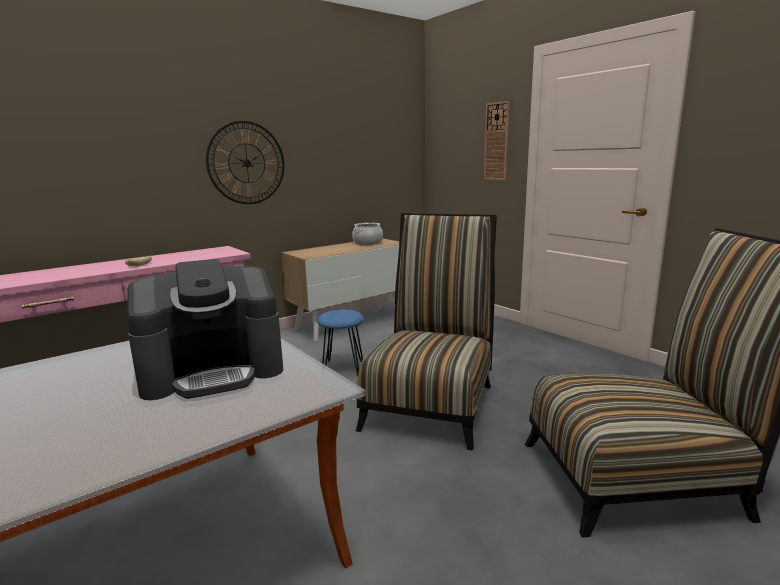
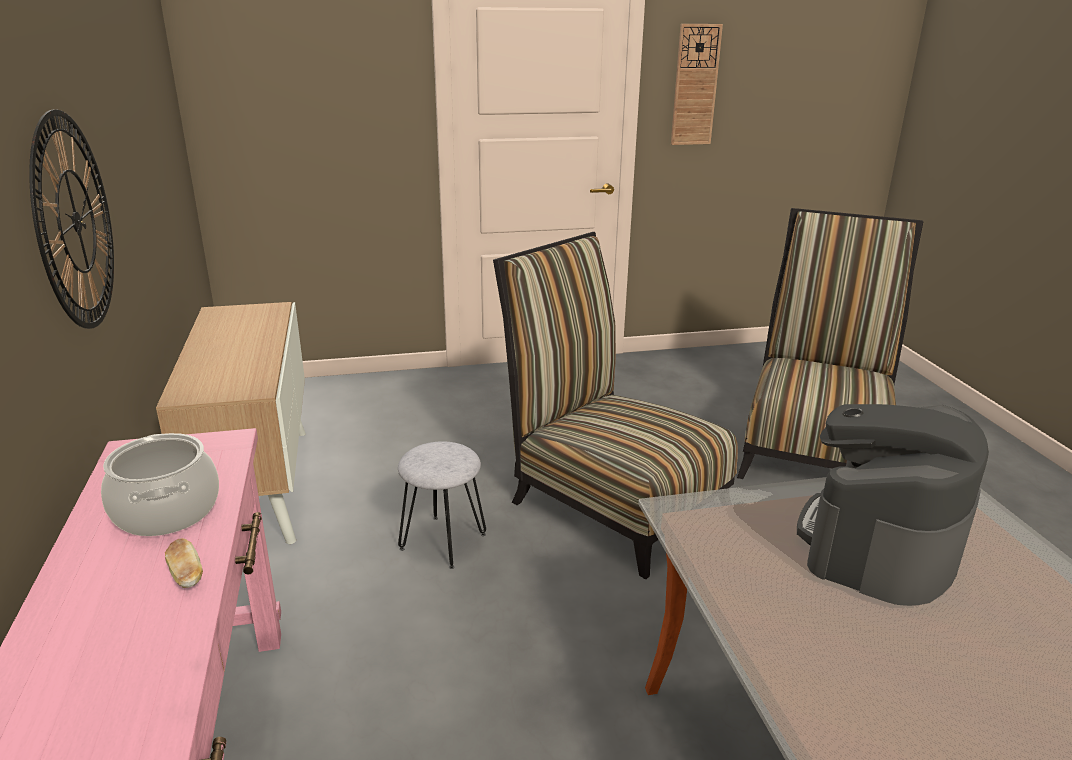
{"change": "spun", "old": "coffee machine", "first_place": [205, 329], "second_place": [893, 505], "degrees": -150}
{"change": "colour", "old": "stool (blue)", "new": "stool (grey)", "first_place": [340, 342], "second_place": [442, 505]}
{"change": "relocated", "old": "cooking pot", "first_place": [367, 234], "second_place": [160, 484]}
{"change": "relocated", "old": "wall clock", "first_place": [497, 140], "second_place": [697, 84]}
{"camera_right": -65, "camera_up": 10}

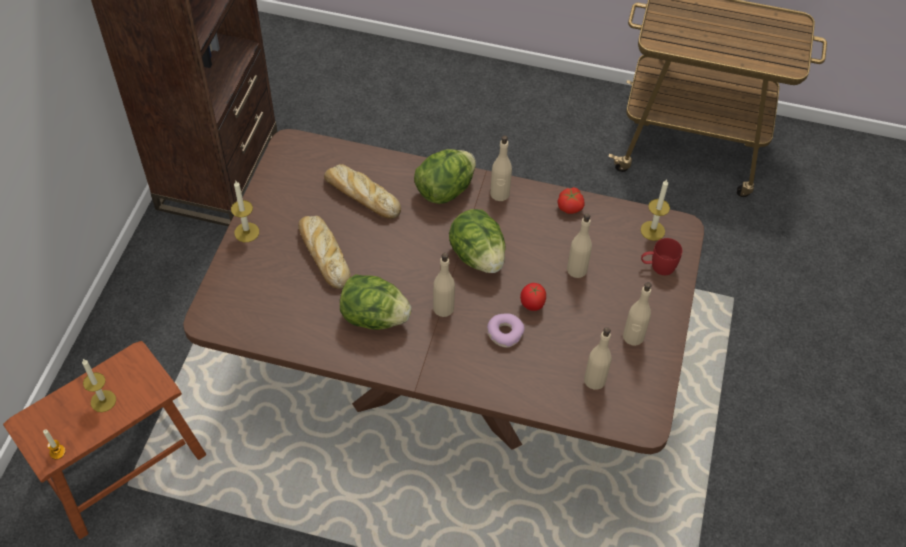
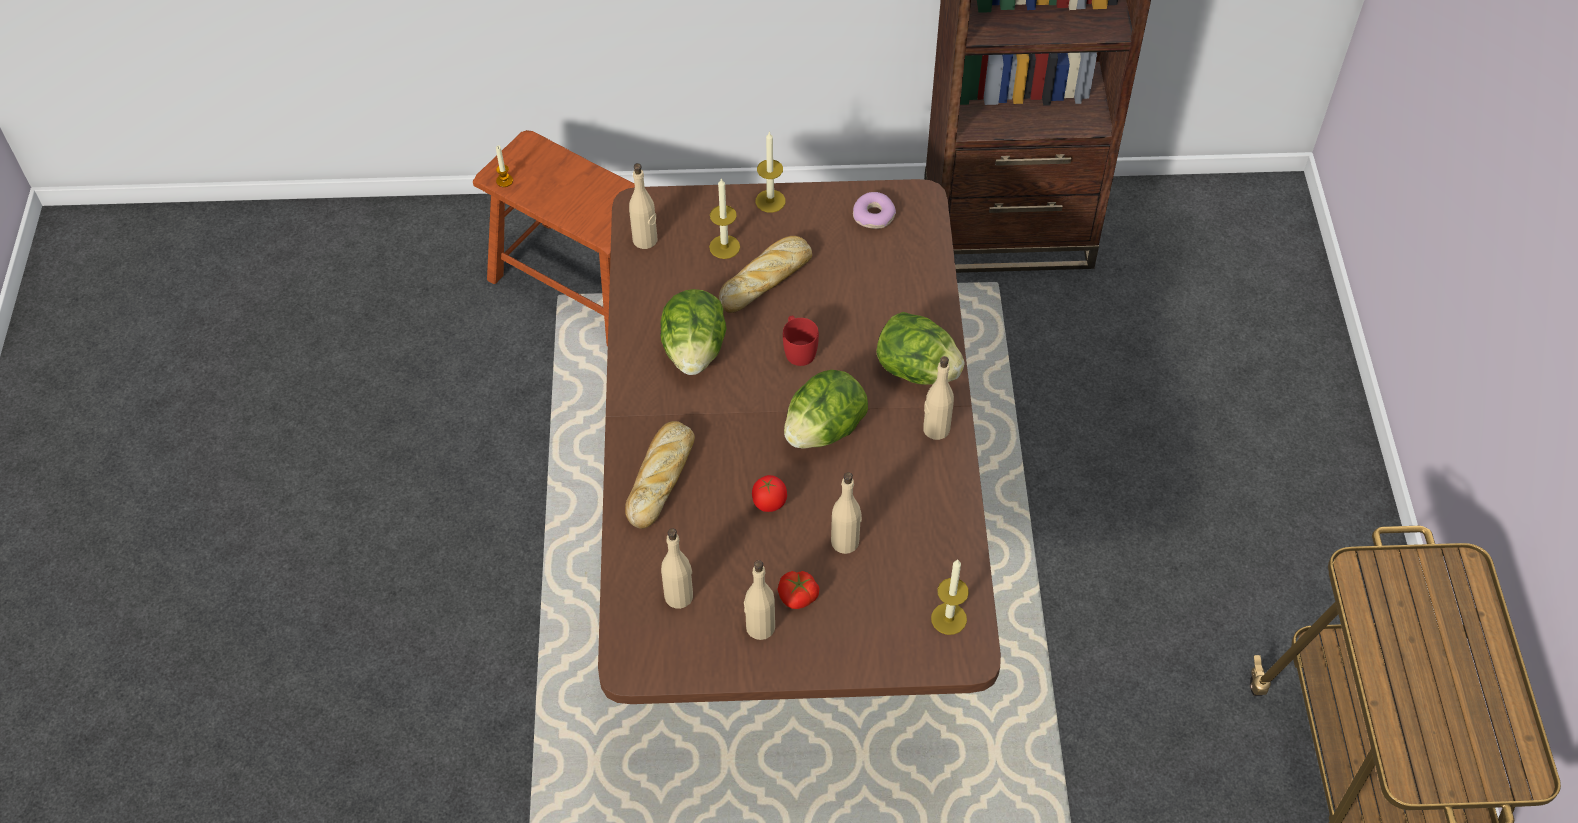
{"change": "relocated", "old": "candle", "first_place": [99, 385], "second_place": [724, 218]}
{"change": "relocated", "old": "bread", "first_place": [362, 191], "second_place": [660, 475]}
{"change": "relocated", "old": "bottle (beige)", "first_place": [444, 285], "second_place": [643, 206]}
{"change": "relocated", "old": "donut", "first_place": [506, 330], "second_place": [874, 210]}
{"change": "relocated", "old": "tomato", "first_place": [571, 200], "second_place": [798, 590]}
{"change": "relocated", "old": "mug (red)", "first_place": [661, 256], "second_place": [801, 341]}
{"camera_right": 75, "camera_up": 0}

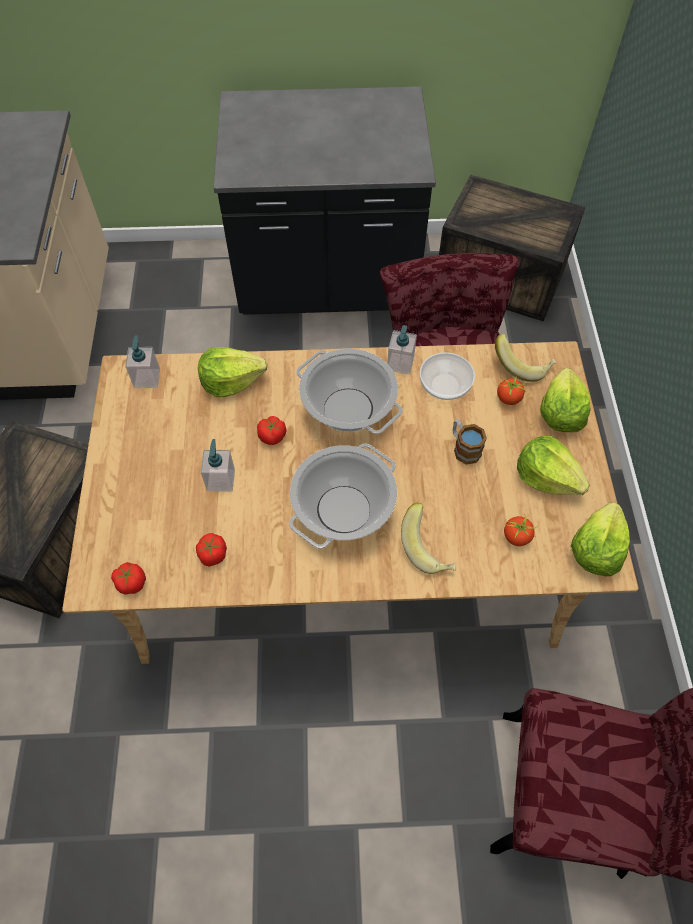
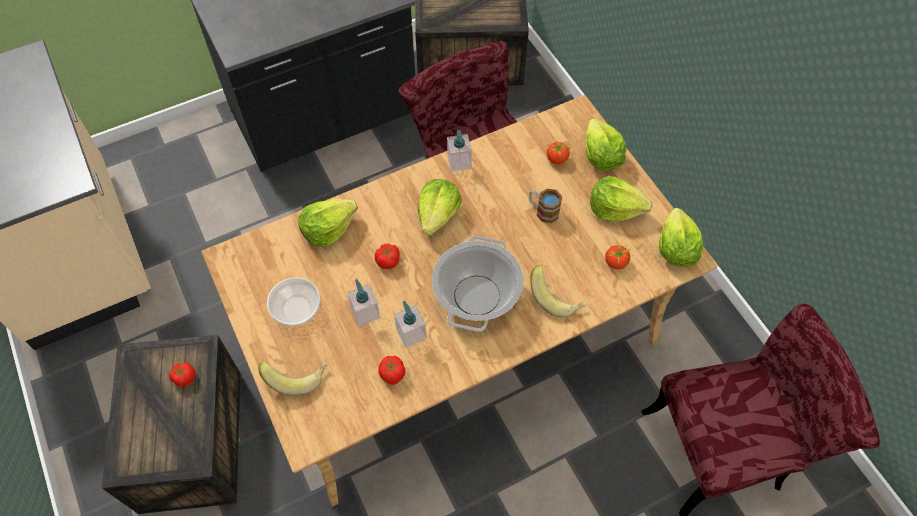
{"change": "relocated", "old": "tomato", "first_place": [128, 578], "second_place": [182, 375]}
{"change": "relocated", "old": "soap dispenser", "first_place": [142, 361], "second_place": [410, 324]}
{"change": "exchanged", "old": "cooking pot", "new": "lettuce", "first_place": [349, 391], "second_place": [440, 207]}
{"change": "relocated", "old": "bowl", "first_place": [447, 376], "second_place": [293, 301]}
{"change": "relocated", "old": "banana", "first_place": [526, 358], "second_place": [292, 378]}
{"camera_right": -25, "camera_up": 0}

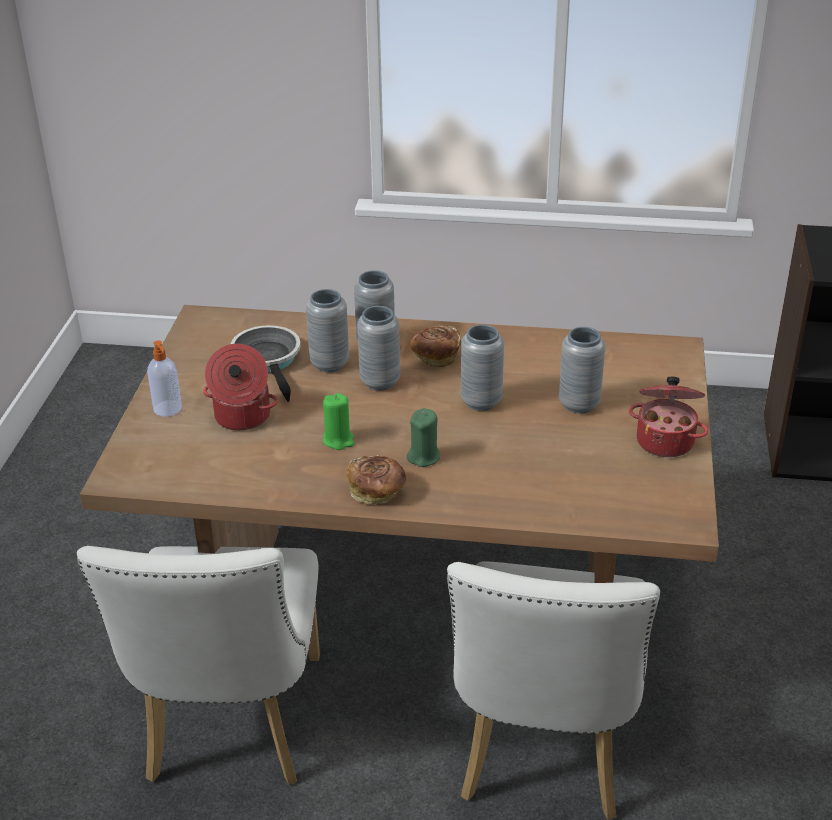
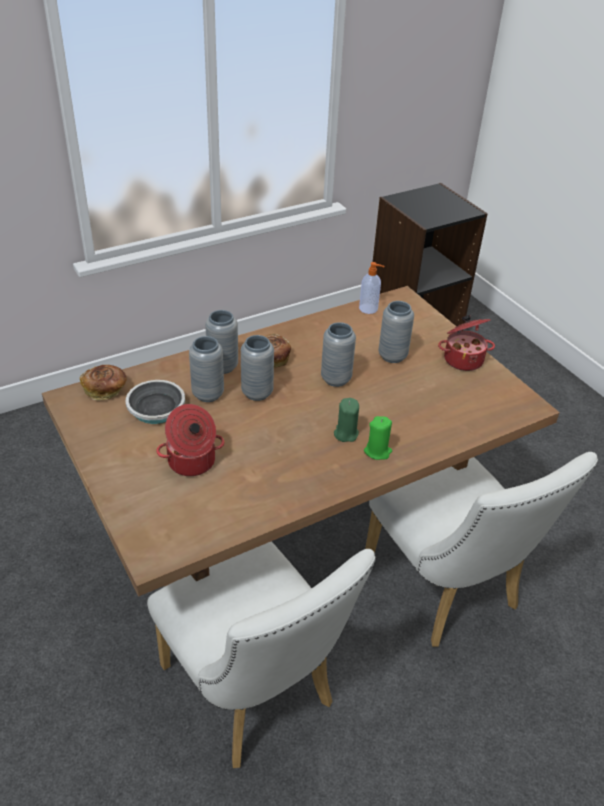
{"change": "relocated", "old": "soap dispenser", "first_place": [164, 378], "second_place": [372, 288]}
{"change": "relocated", "old": "candle (green)", "first_place": [338, 421], "second_place": [378, 438]}
{"change": "relocated", "old": "bread", "first_place": [376, 480], "second_place": [103, 382]}
{"camera_right": -40, "camera_up": 5}

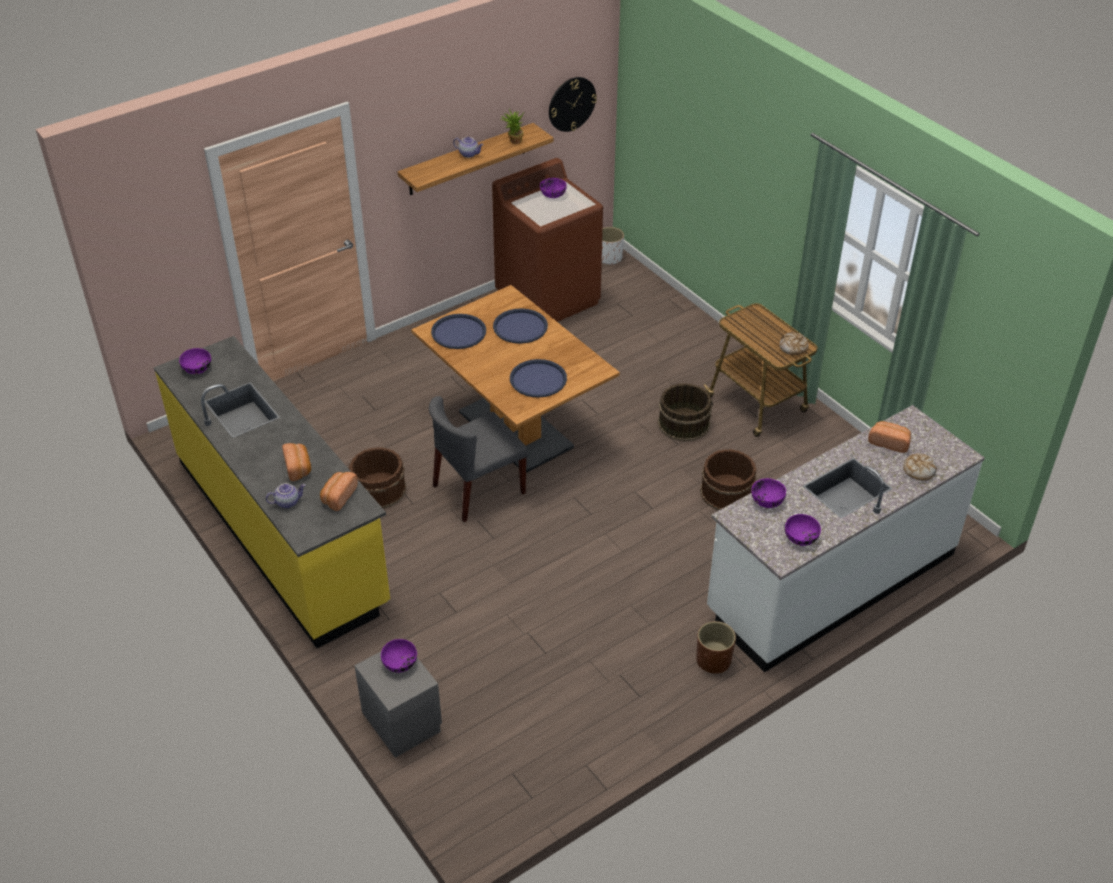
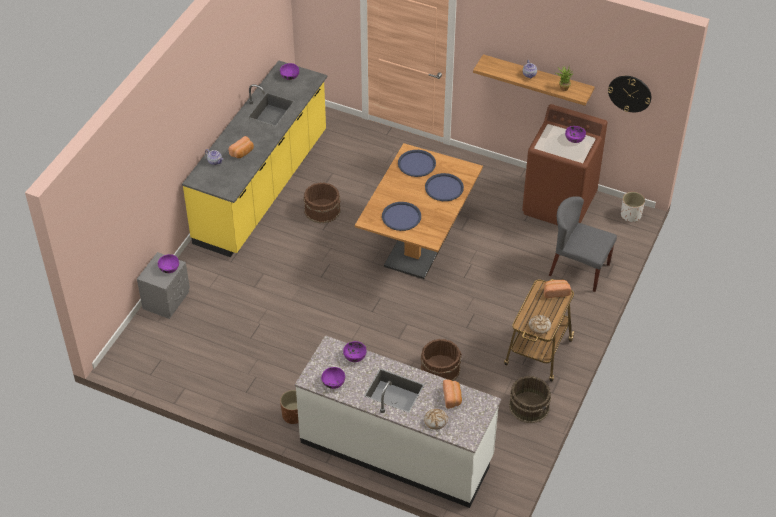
{"change": "relocated", "old": "bread", "first_place": [339, 491], "second_place": [557, 289]}
{"change": "relocated", "old": "chair (grey)", "first_place": [478, 459], "second_place": [583, 244]}
{"change": "relocated", "old": "bucket (brown)", "first_place": [685, 412], "second_place": [530, 399]}
{"camera_right": 60, "camera_up": 5}

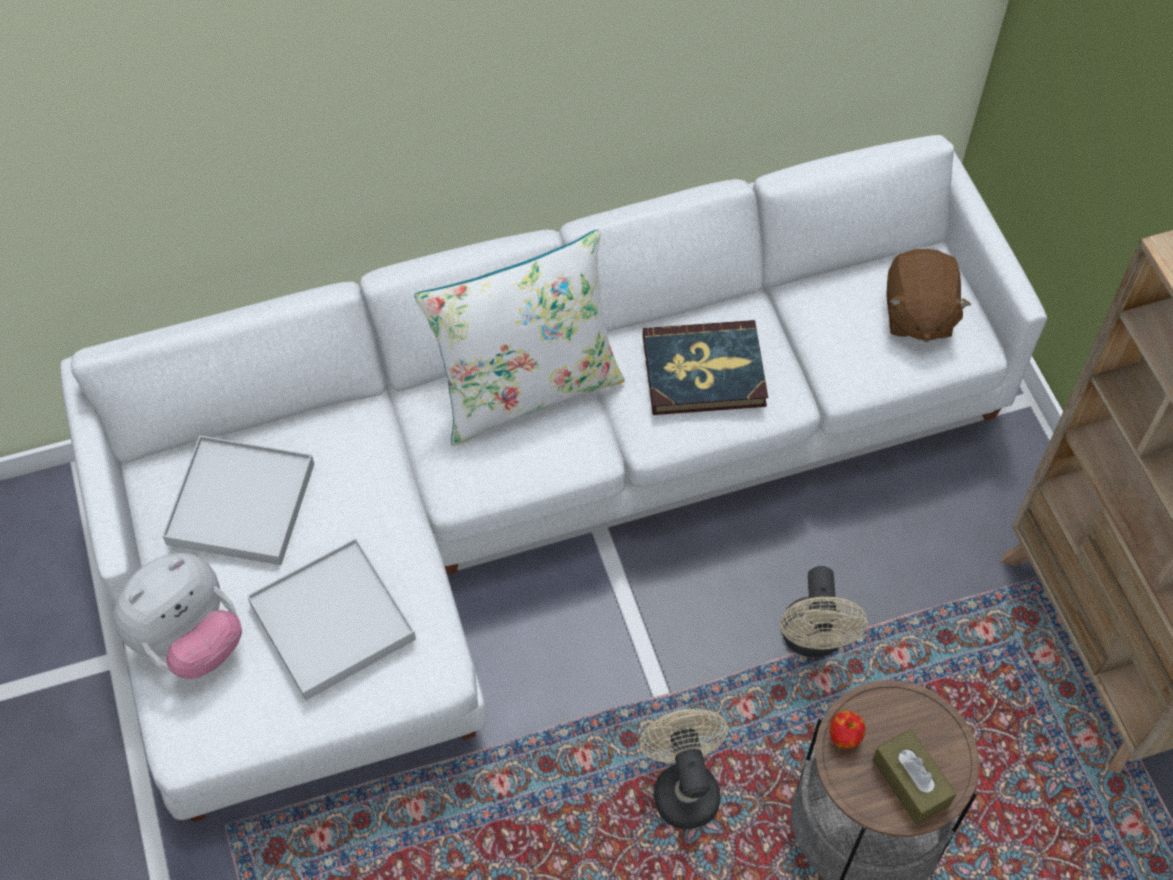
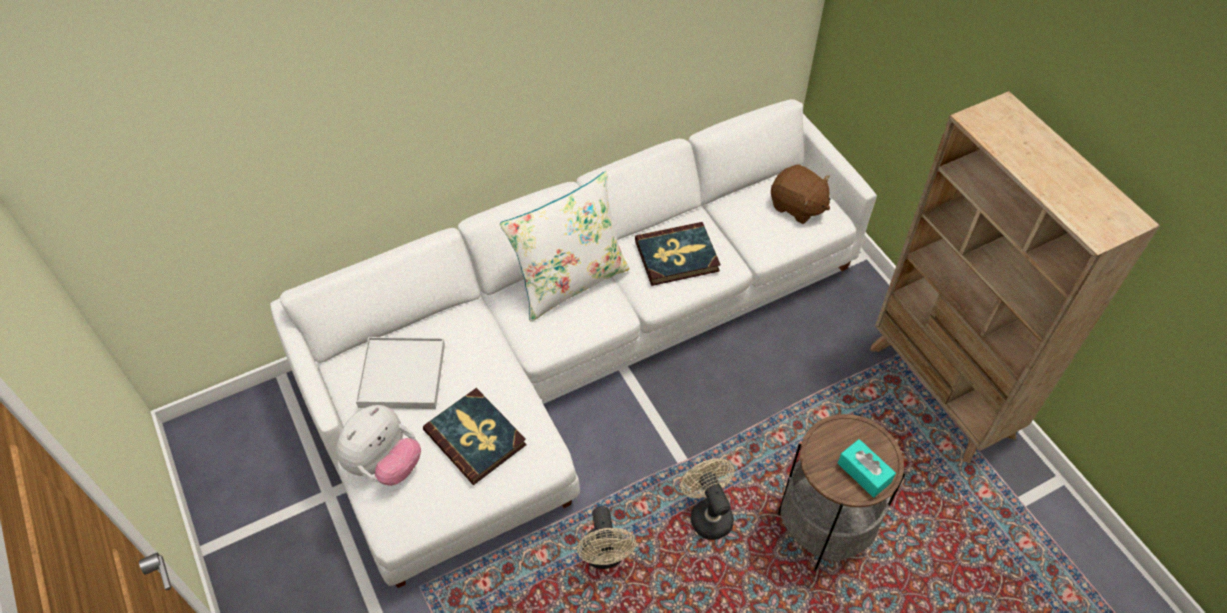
{"change": "exchanged", "old": "tray (white)", "new": "book", "first_place": [331, 619], "second_place": [475, 436]}
{"change": "relocated", "old": "fan (beige)", "first_place": [824, 611], "second_place": [606, 537]}
{"change": "missing", "old": "apple", "first_place": [847, 730]}
{"change": "colour", "old": "tissue box (brown)", "new": "tissue box (turquoise)", "first_place": [914, 777], "second_place": [867, 468]}
{"change": "spun", "old": "plush toy (brown)", "first_place": [928, 295], "second_place": [800, 194], "degrees": -45}
{"camera_right": -10, "camera_up": -5}

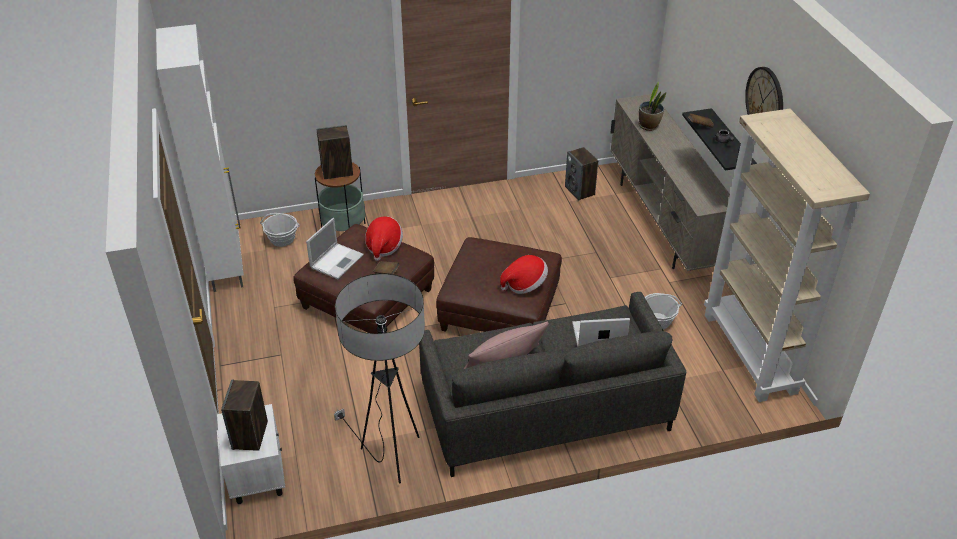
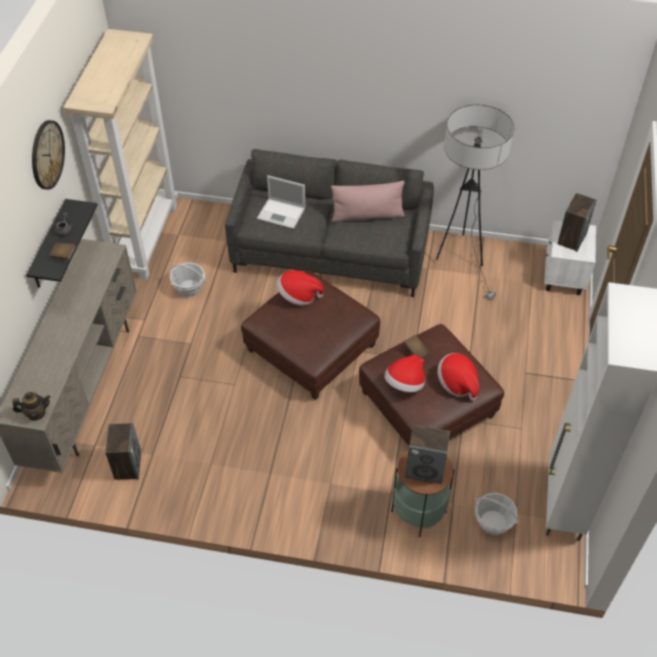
{"change": "exchanged", "old": "laptop", "new": "hat", "first_place": [335, 248], "second_place": [458, 376]}
{"change": "missing", "old": "potted plant", "first_place": [652, 106]}
{"change": "appeared", "new": "teapot", "second_place": [31, 406]}
{"camera_right": -155, "camera_up": 10}

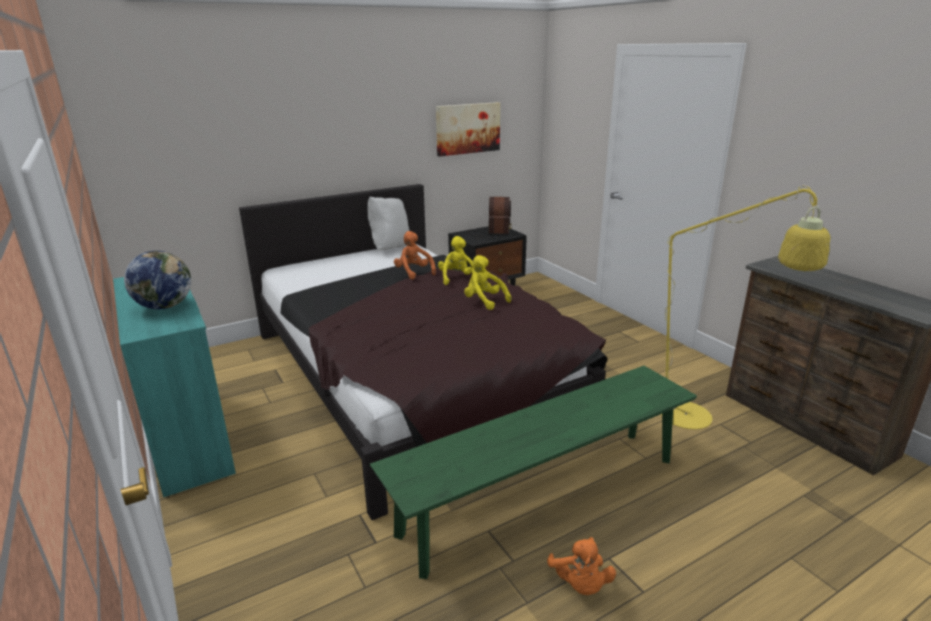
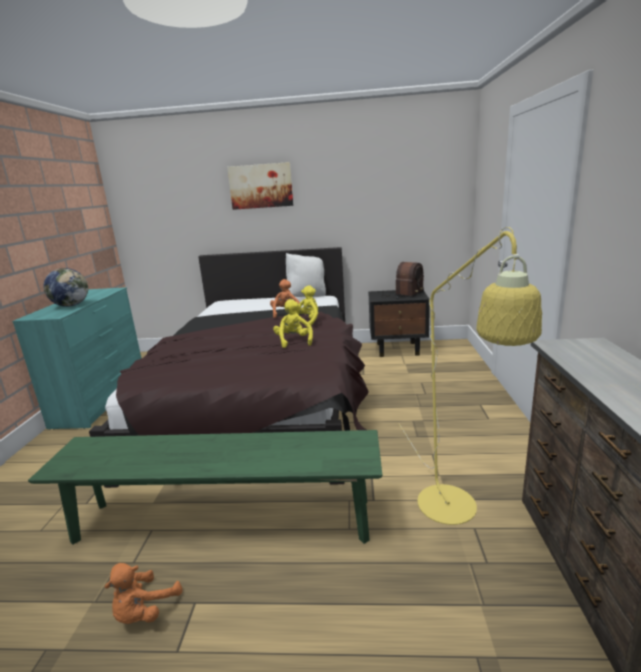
{"change": "relocated", "old": "picture", "first_place": [468, 129], "second_place": [260, 186]}
{"camera_right": 35, "camera_up": -5}

